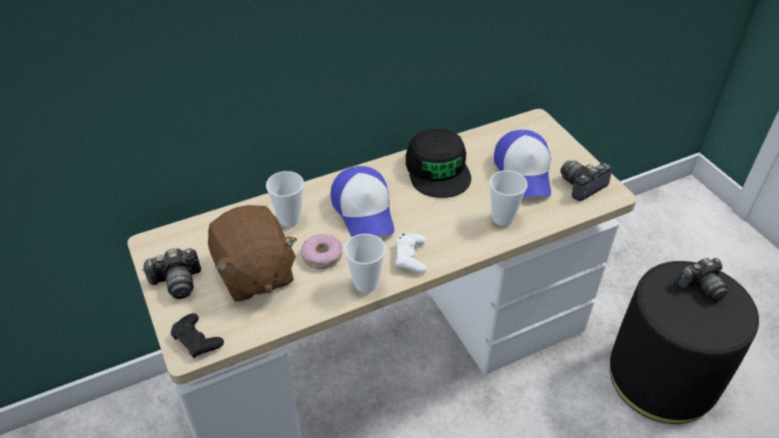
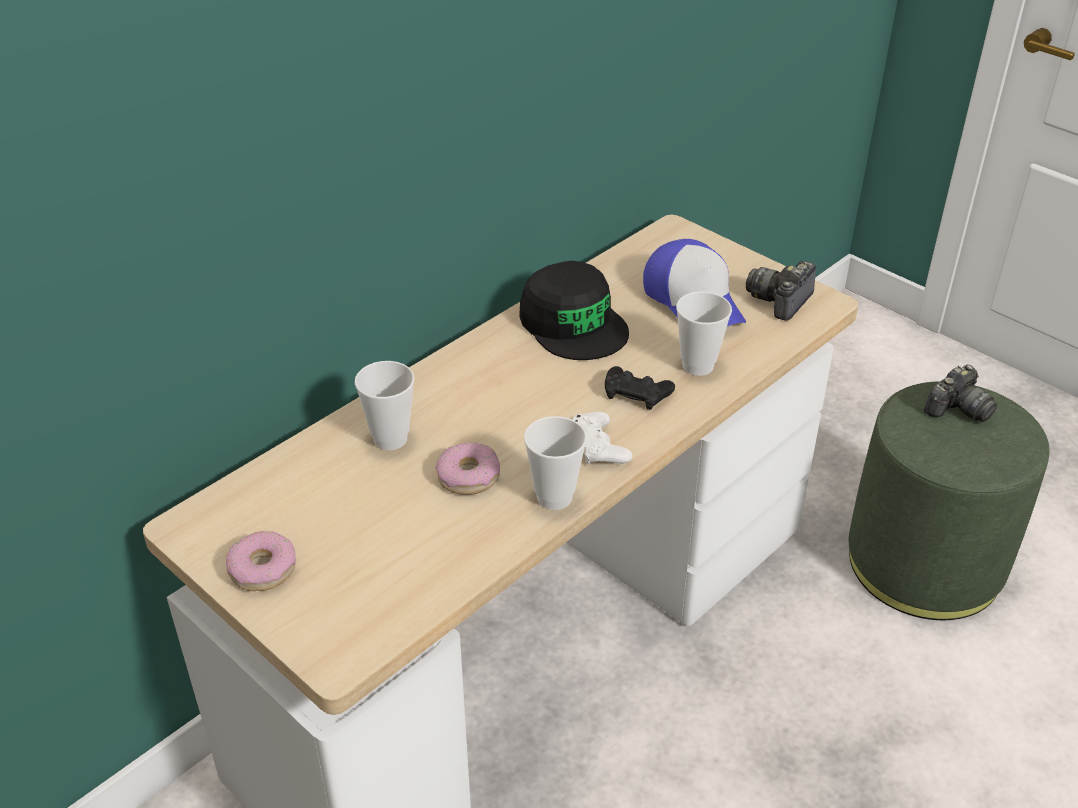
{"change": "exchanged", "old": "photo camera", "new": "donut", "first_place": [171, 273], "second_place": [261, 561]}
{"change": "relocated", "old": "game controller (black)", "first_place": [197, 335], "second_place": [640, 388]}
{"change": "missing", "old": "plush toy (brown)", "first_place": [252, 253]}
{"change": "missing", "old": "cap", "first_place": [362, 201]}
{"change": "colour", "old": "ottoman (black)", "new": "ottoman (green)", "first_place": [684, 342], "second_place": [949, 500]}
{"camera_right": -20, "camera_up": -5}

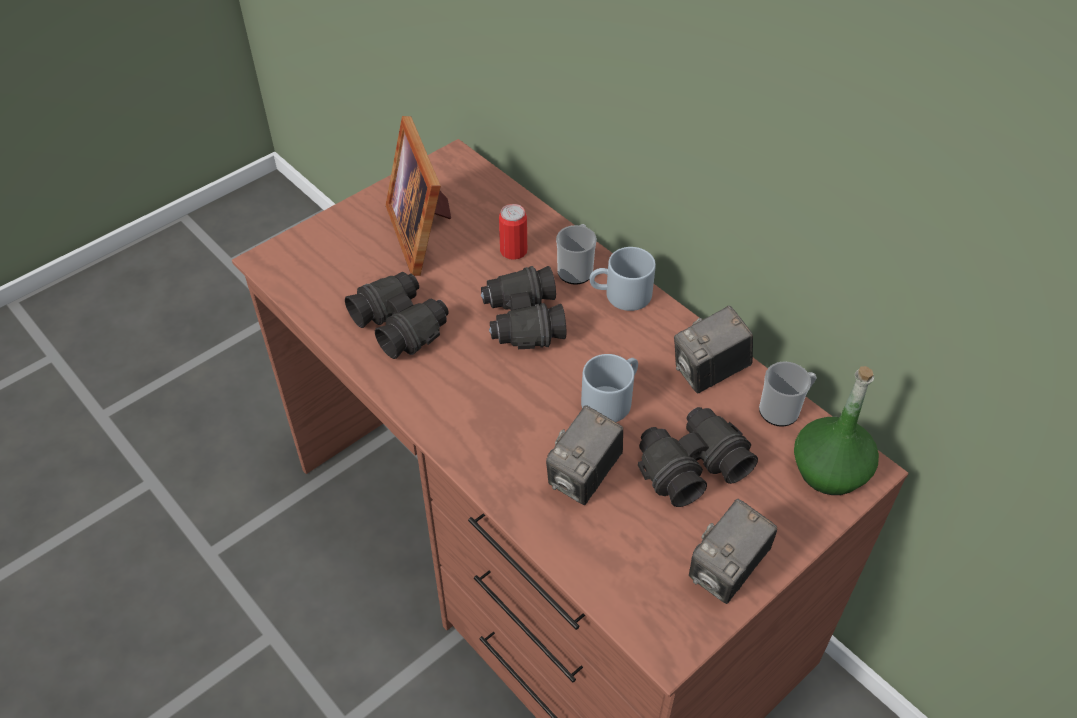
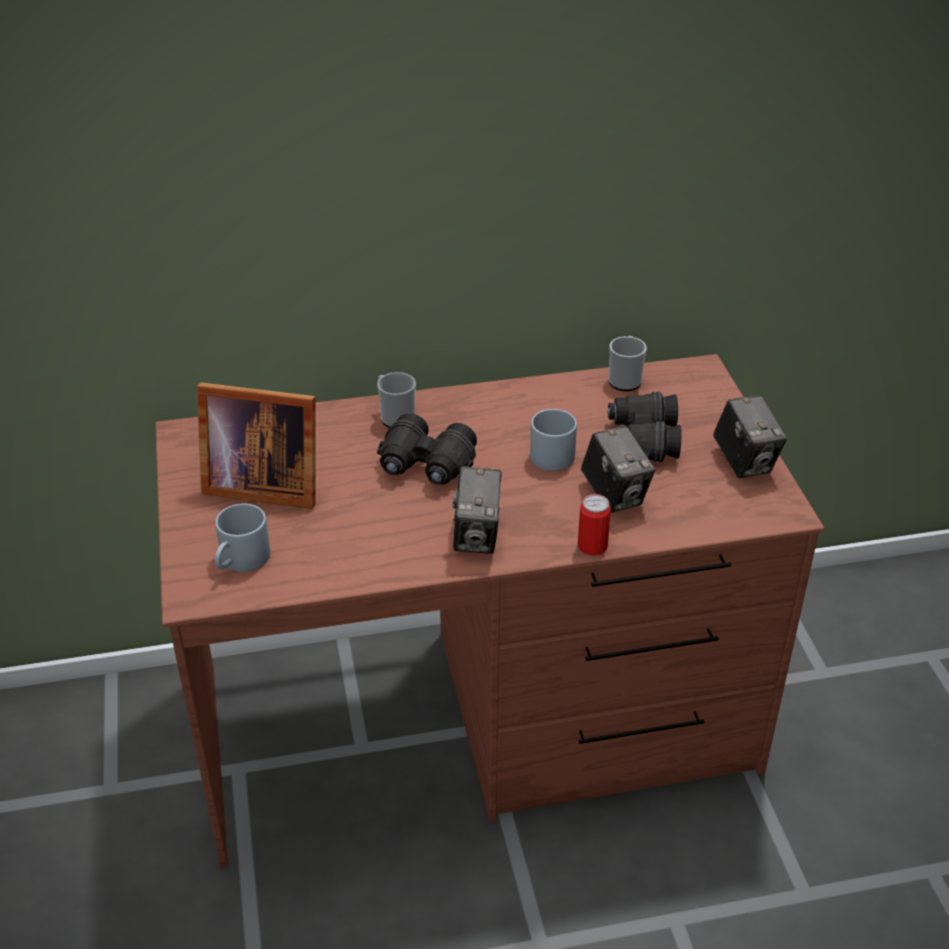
{"change": "missing", "old": "binoculars (black)", "first_place": [397, 315]}
{"change": "relocated", "old": "can", "first_place": [513, 232], "second_place": [594, 524]}
{"change": "relocated", "old": "mug (grey)", "first_place": [622, 279], "second_place": [242, 537]}
{"change": "relocated", "old": "photo camera", "first_place": [713, 349], "second_place": [477, 510]}
{"change": "missing", "old": "bottle (green)", "first_place": [836, 430]}
{"camera_right": -60, "camera_up": -10}

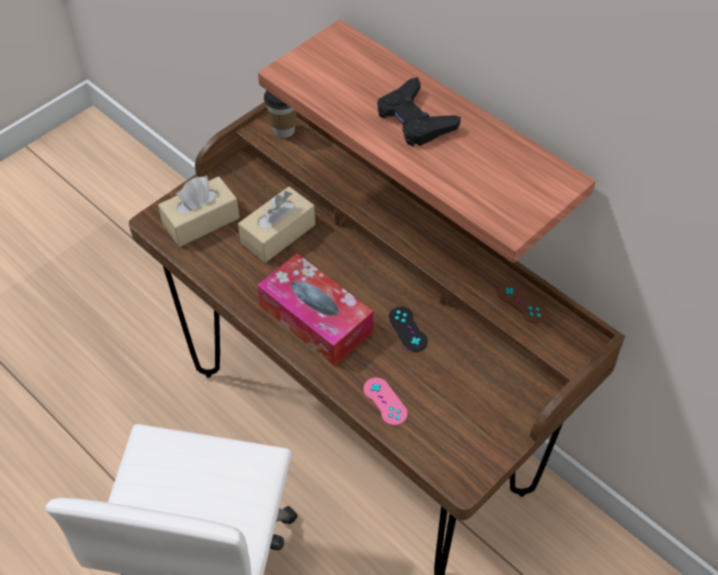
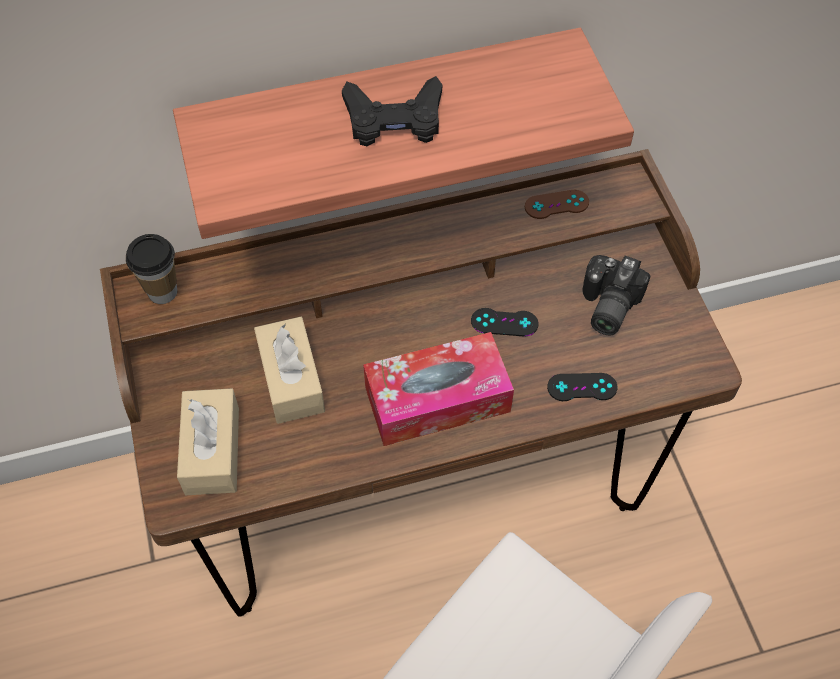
{"change": "colour", "old": "game controller (pink)", "new": "game controller (black)", "first_place": [385, 401], "second_place": [582, 387]}
{"change": "appeared", "new": "photo camera", "second_place": [616, 295]}
{"camera_right": -60, "camera_up": 5}

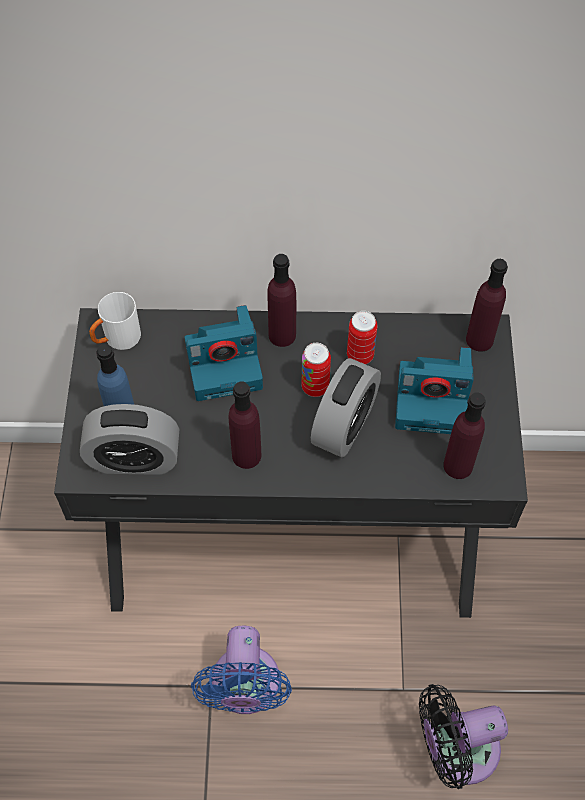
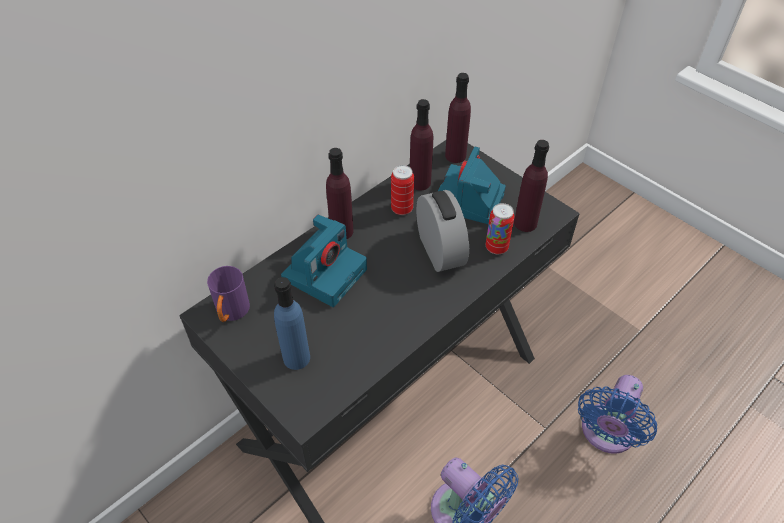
{"change": "missing", "old": "alarm clock", "first_place": [129, 439]}
{"change": "colour", "old": "mug (white)", "new": "mug (purple)", "first_place": [115, 321], "second_place": [228, 294]}
{"change": "relocated", "old": "bottle (purple)", "first_place": [244, 425], "second_place": [421, 145]}
{"change": "relocated", "old": "can", "first_place": [316, 370], "second_place": [500, 228]}
{"change": "spun", "old": "photo camera", "first_place": [434, 390], "second_place": [472, 185], "degrees": 150}
{"change": "colour", "old": "fan (black)", "new": "fan (blue)", "first_place": [463, 736], "second_place": [617, 414]}
{"camera_right": -45, "camera_up": -10}

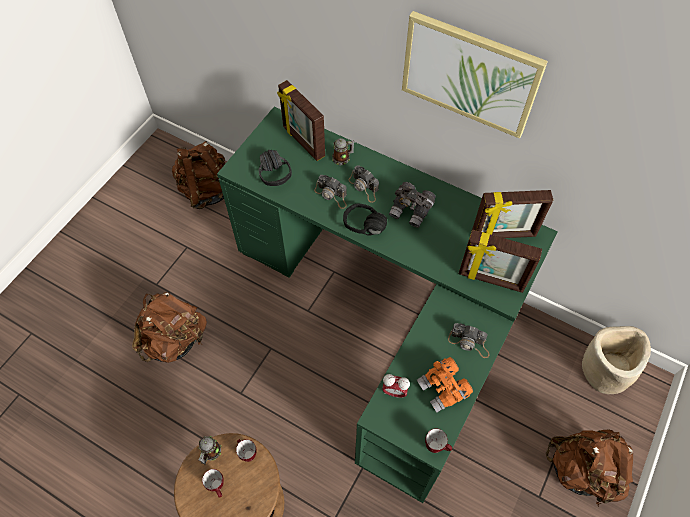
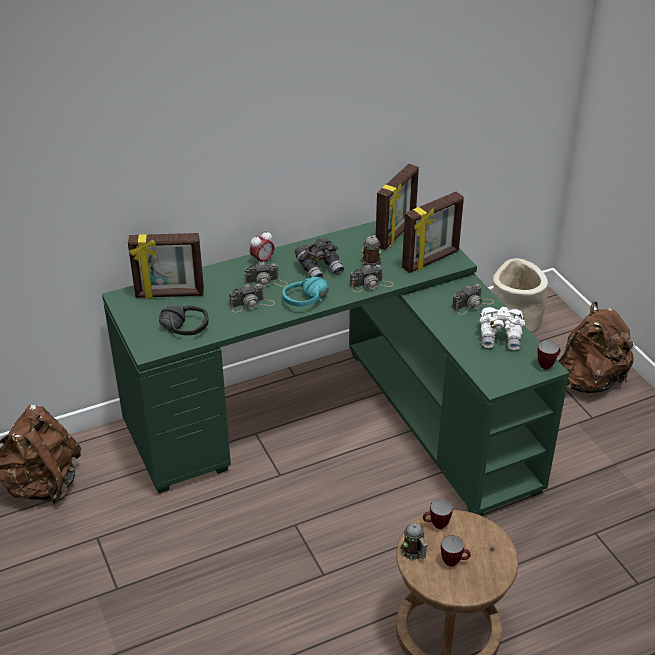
{"change": "missing", "old": "backpack (brown)", "first_place": [169, 327]}
{"change": "relocated", "old": "mug", "first_place": [343, 151], "second_place": [371, 251]}
{"change": "colour", "old": "headphones (black)", "new": "headphones (turquoise)", "first_place": [365, 219], "second_place": [305, 292]}
{"change": "relocated", "old": "alarm clock", "first_place": [396, 386], "second_place": [262, 246]}
{"change": "missing", "old": "picture", "first_place": [475, 75]}
{"change": "colour", "old": "binoculars (orange)", "new": "binoculars (white)", "first_place": [445, 384], "second_place": [502, 328]}
{"change": "appeared", "new": "photo camera", "second_place": [372, 278]}
{"camera_right": -55, "camera_up": -20}

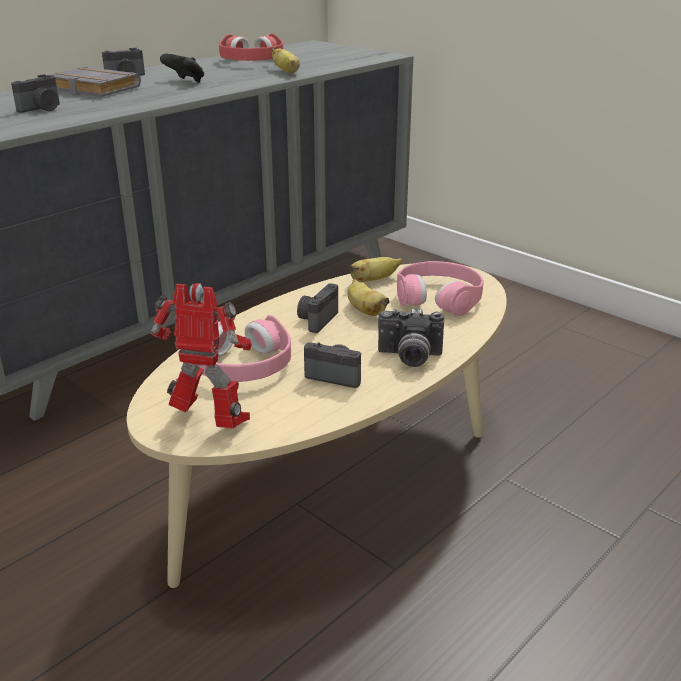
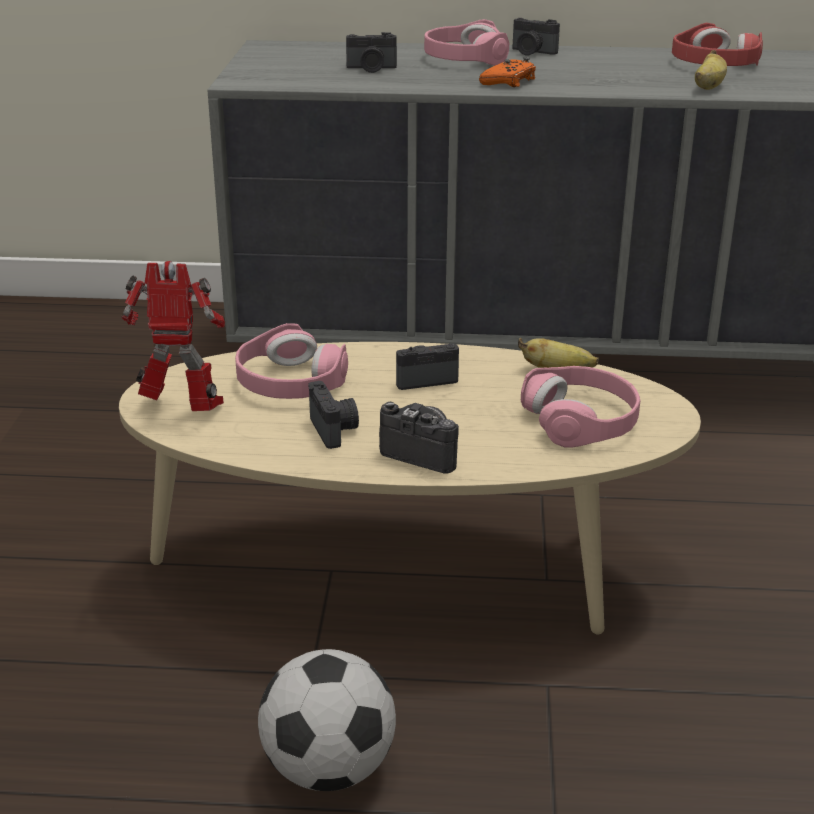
{"change": "exchanged", "old": "book (grey)", "new": "headphones (pink)", "first_place": [95, 82], "second_place": [466, 42]}
{"change": "spun", "old": "toy robot", "first_place": [201, 356], "second_place": [173, 336], "degrees": -60}
{"change": "missing", "old": "game controller (black)", "first_place": [182, 68]}
{"change": "missing", "old": "banana", "first_place": [368, 297]}
{"change": "spun", "old": "photo camera", "first_place": [411, 337], "second_place": [419, 437], "degrees": 150}
{"change": "appeared", "new": "football", "second_place": [327, 720]}
{"change": "appeared", "new": "game controller (orange)", "second_place": [507, 72]}
{"camera_right": 50, "camera_up": 0}

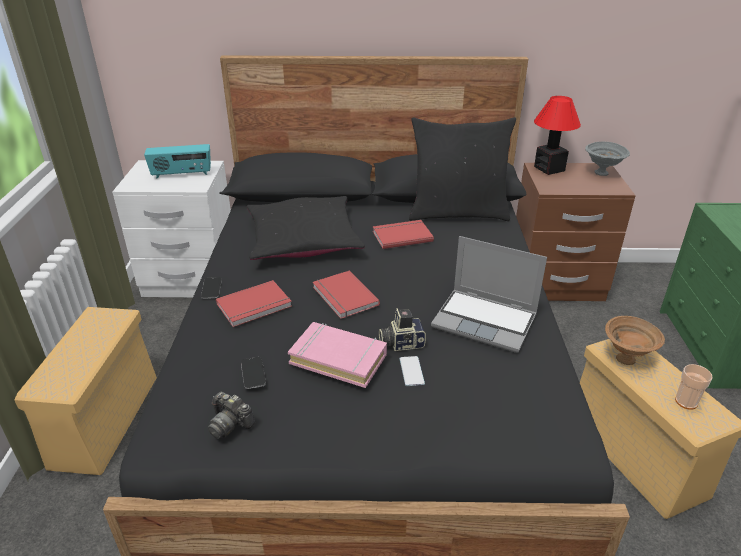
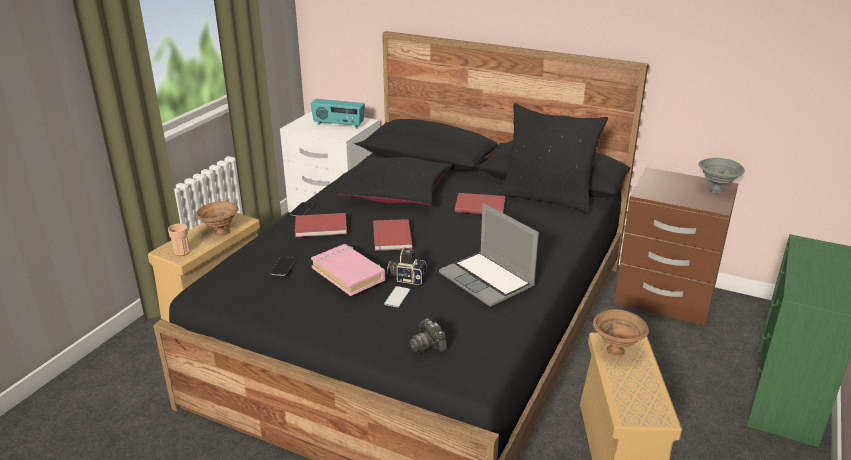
{"change": "relocated", "old": "photo camera", "first_place": [231, 415], "second_place": [428, 335]}
{"change": "missing", "old": "table lamp", "first_place": [557, 135]}
{"change": "relocated", "old": "cup", "first_place": [694, 387], "second_place": [179, 240]}
{"change": "appeared", "new": "bowl (brown)", "second_place": [217, 218]}
{"camera_right": 25, "camera_up": -5}

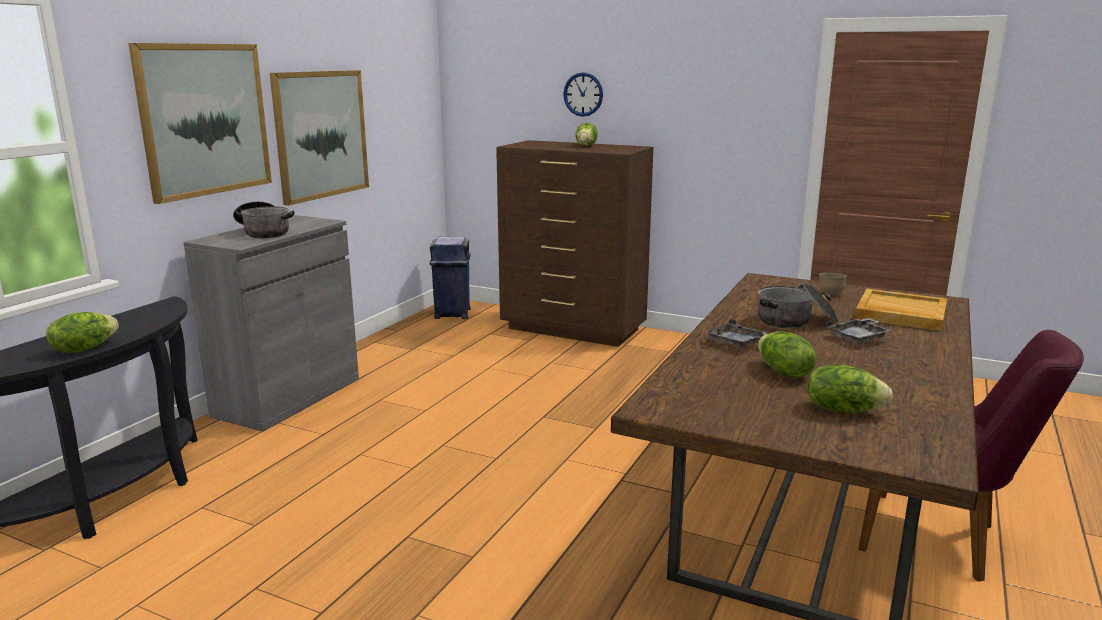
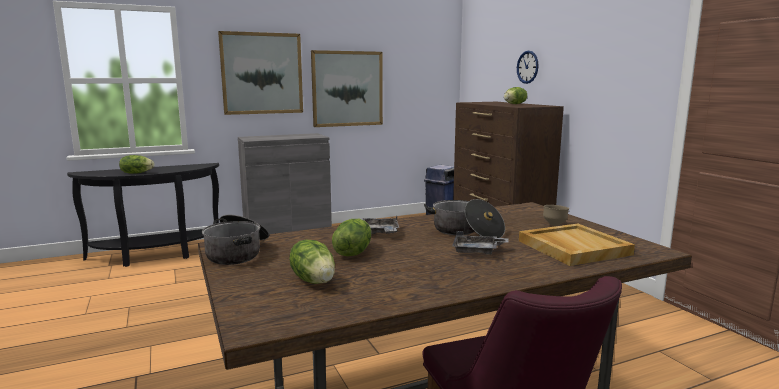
{"change": "relocated", "old": "cooking pot", "first_place": [264, 219], "second_place": [235, 240]}
{"camera_right": 40, "camera_up": -5}

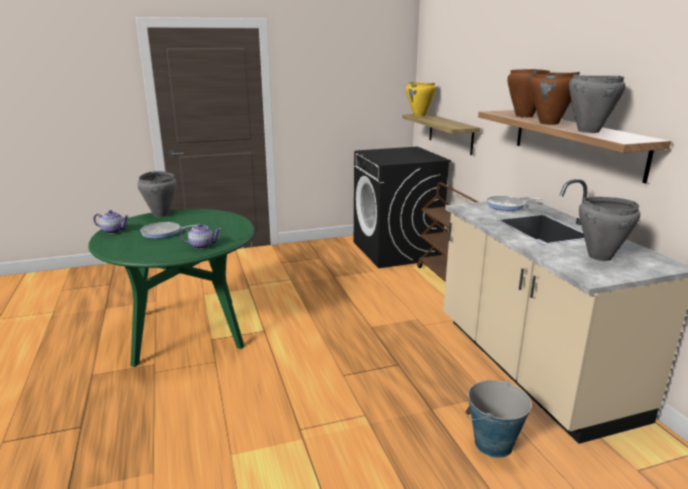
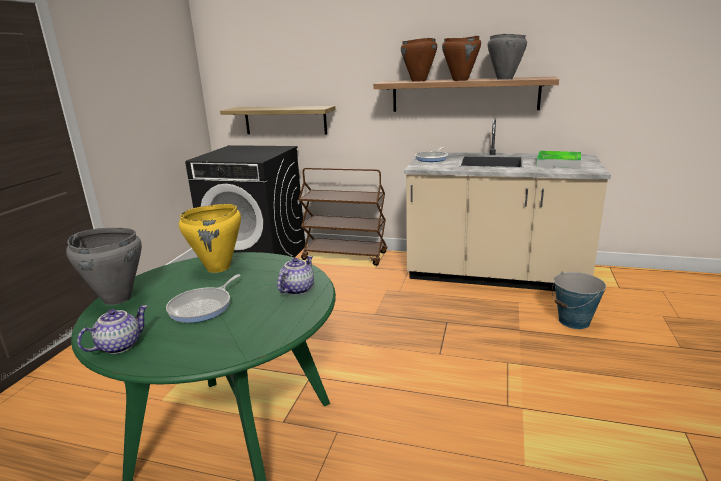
{"change": "relocated", "old": "cooking pot (yellow)", "first_place": [421, 99], "second_place": [210, 238]}
{"change": "exchanged", "old": "cooking pot (grey)", "new": "tray", "first_place": [609, 229], "second_place": [558, 159]}
{"camera_right": -55, "camera_up": 0}

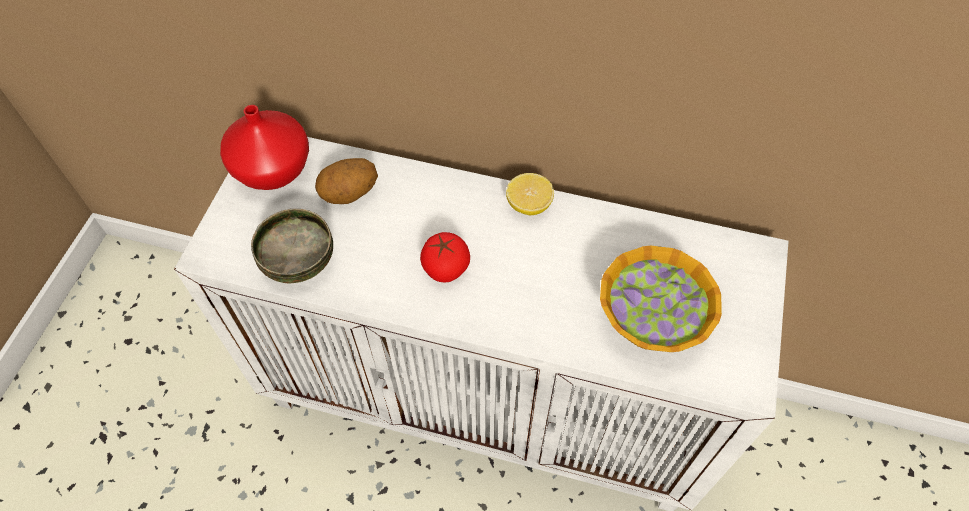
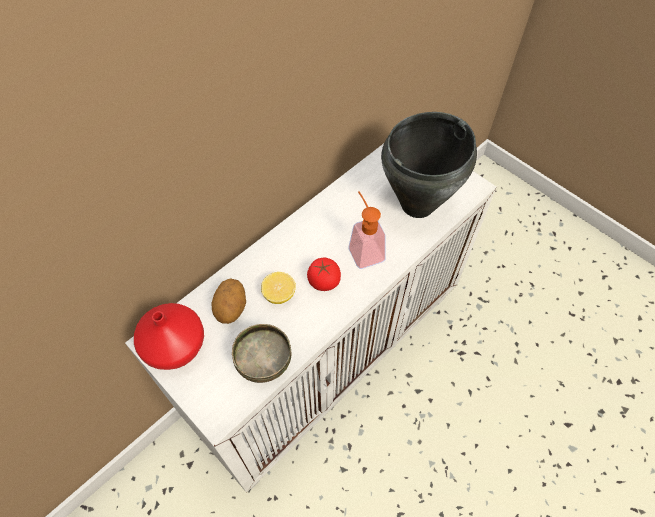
{"change": "relocated", "old": "lemon", "first_place": [530, 194], "second_place": [278, 288]}
{"change": "exchanged", "old": "bowl", "new": "cooking pot (black)", "first_place": [661, 299], "second_place": [429, 165]}
{"change": "appeared", "new": "soap dispenser", "second_place": [367, 230]}
{"camera_right": -60, "camera_up": 0}

